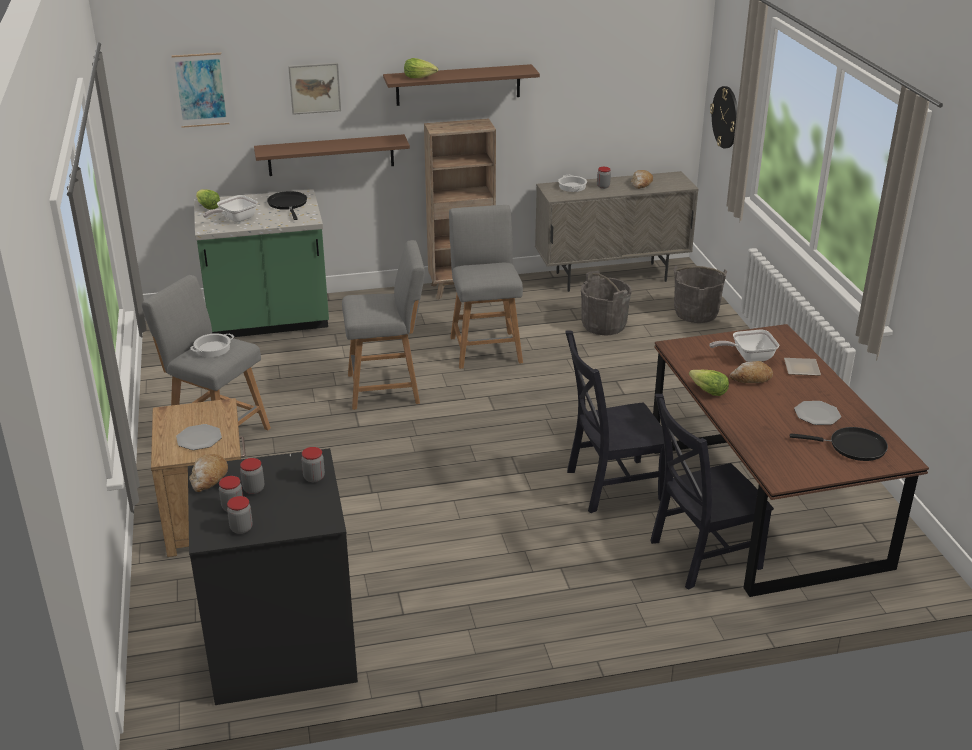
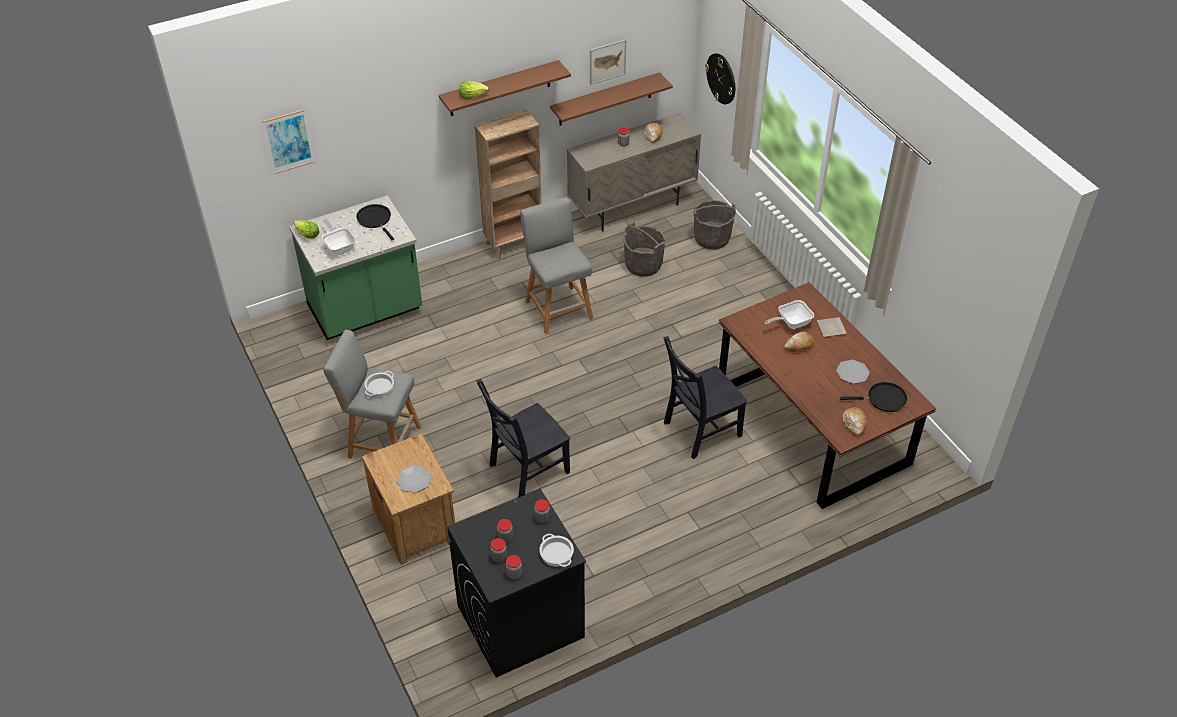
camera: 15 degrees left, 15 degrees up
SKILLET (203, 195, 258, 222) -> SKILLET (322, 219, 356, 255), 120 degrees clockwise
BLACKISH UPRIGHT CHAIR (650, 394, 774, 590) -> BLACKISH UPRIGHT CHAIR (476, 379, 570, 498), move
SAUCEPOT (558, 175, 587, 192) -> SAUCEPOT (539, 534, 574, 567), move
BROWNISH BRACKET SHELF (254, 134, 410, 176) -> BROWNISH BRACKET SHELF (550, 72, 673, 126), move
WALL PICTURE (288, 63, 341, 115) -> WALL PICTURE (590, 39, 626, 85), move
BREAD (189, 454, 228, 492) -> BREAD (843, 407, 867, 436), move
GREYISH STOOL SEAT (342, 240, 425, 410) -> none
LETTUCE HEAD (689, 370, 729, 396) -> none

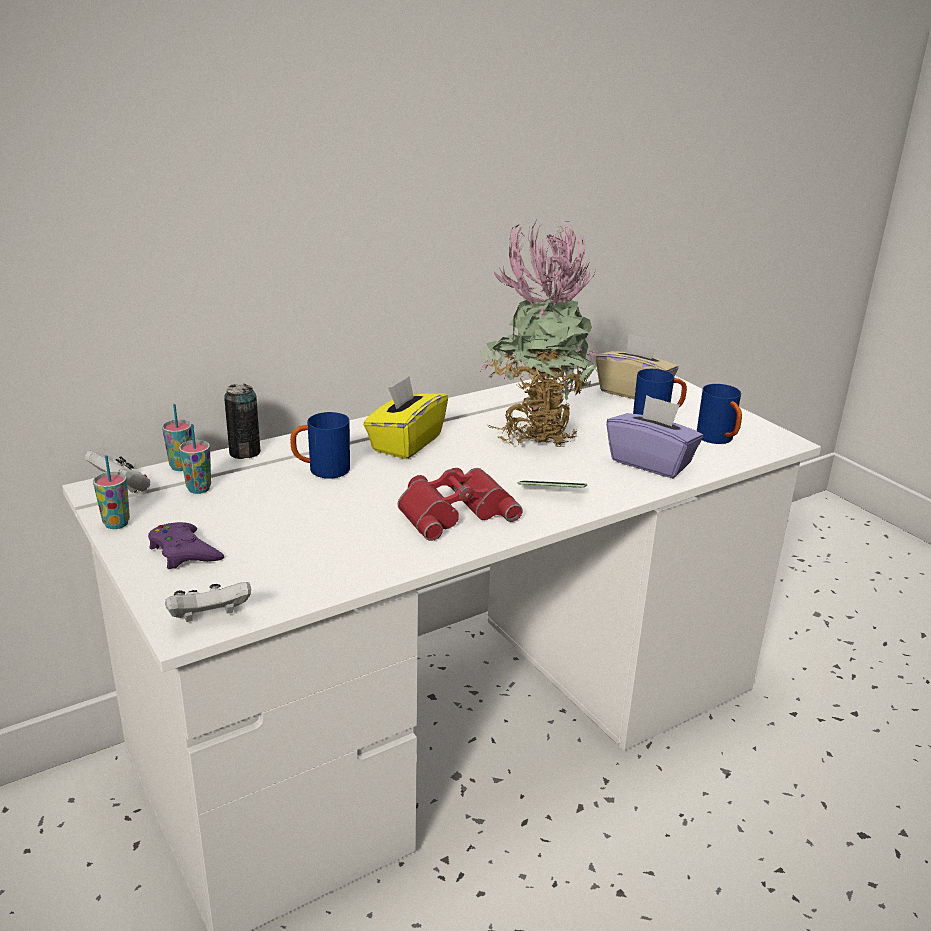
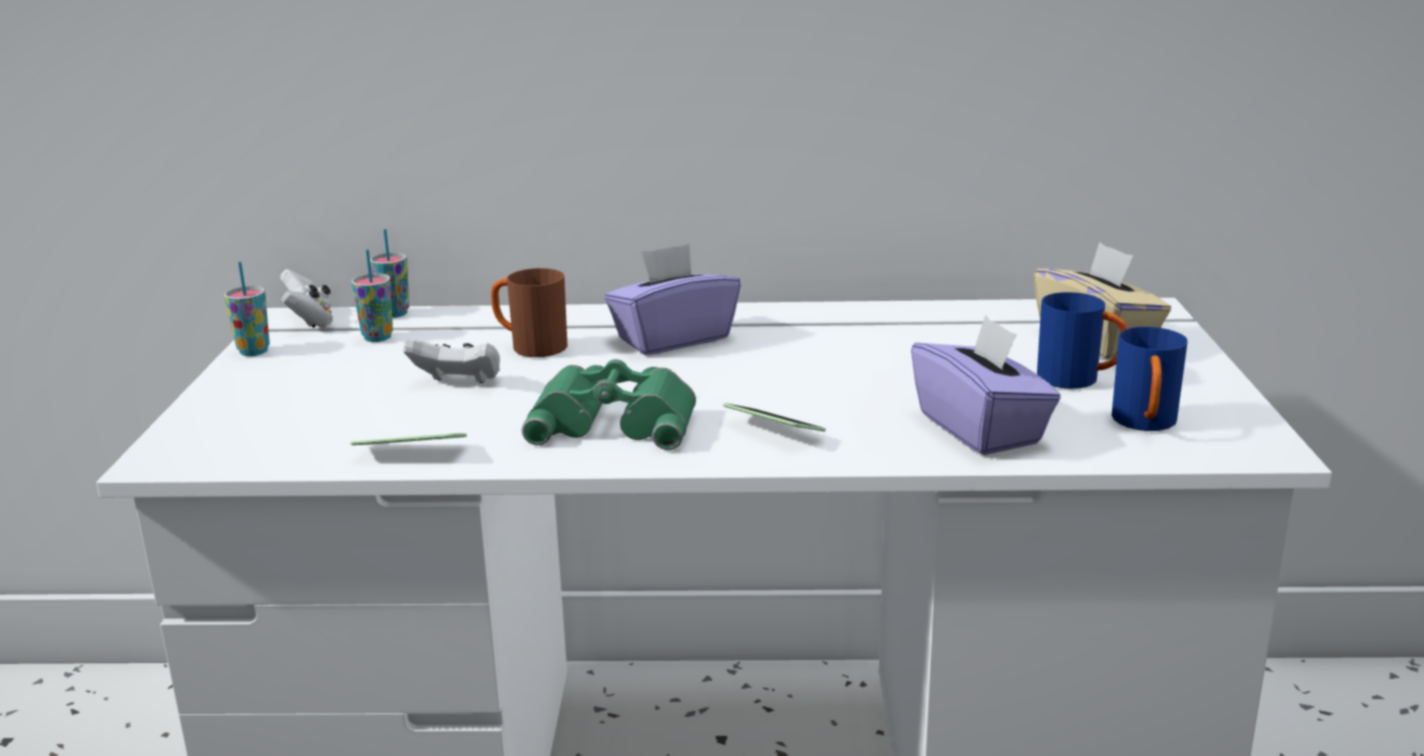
camera: 35 degrees right, 5 degrees down
none -> PHONE (350, 433, 467, 445)
WHITE JOYPAD (165, 582, 251, 622) -> WHITE JOYPAD (404, 339, 500, 383), move
BLUE-COLOURED MUG (290, 412, 350, 479) -> BROWNISH MUG (491, 268, 567, 357)
RED PAIR OF BINOCULARS (398, 468, 522, 541) -> GREENISH PAIR OF BINOCULARS (522, 359, 696, 450)
YELLOWISH TISSUE HOLDER (363, 376, 448, 459) -> PURPLE-COLOURED TISSUE HOLDER (605, 243, 741, 355)
PURPLE-COLOURED JOYPAD (148, 522, 224, 569) -> none
SEALED CAN (224, 384, 261, 459) -> none
POTTED PLANT (480, 221, 599, 447) -> none

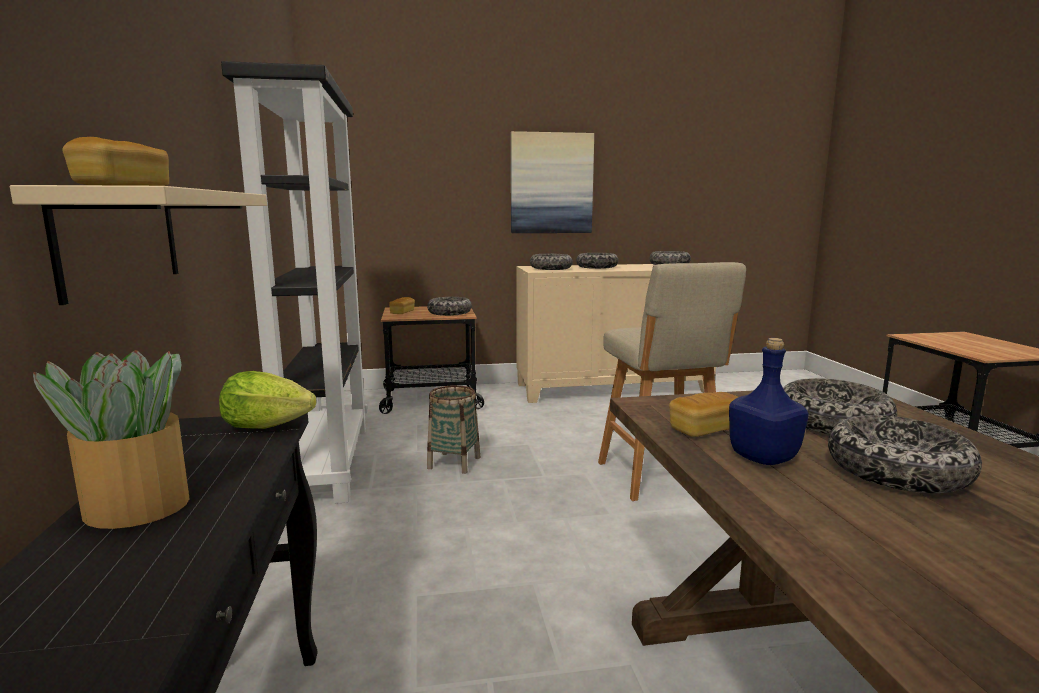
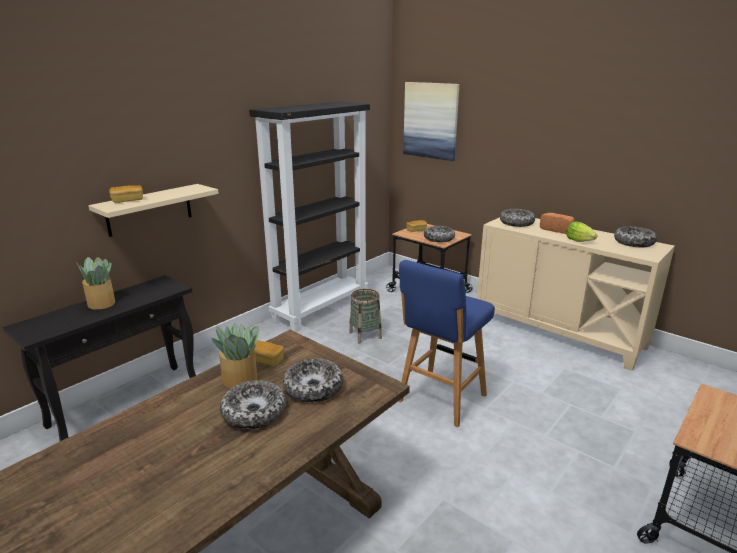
camera: 50 degrees right, 10 degrees up
BLUE-COLOURED DRINK BOTTLE (729, 338, 809, 465) -> POTTED PLANT (212, 323, 259, 388)
BEIGE-COLOURED STOOL SEAT (598, 262, 746, 501) -> BLUE-COLOURED STOOL SEAT (398, 260, 495, 427)
WALL PICTURE (511, 131, 594, 233) -> WALL PICTURE (403, 82, 459, 161), move
SERVING BOWL (576, 253, 618, 269) -> BREAD (540, 213, 575, 234)
LETTUCE HEAD (219, 371, 316, 429) -> LETTUCE HEAD (566, 222, 597, 242), move

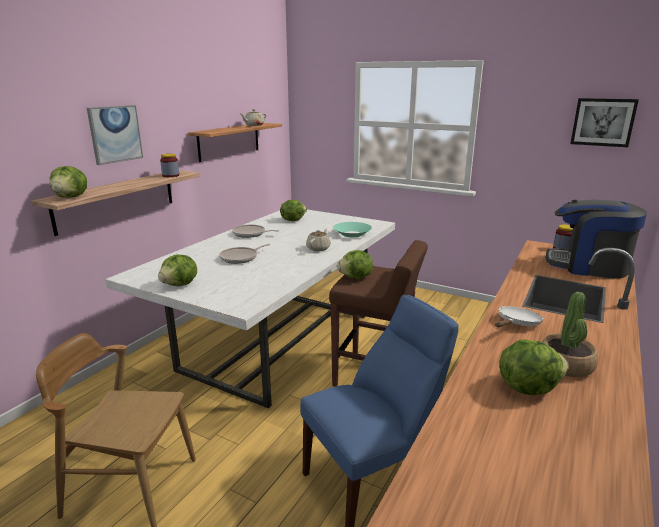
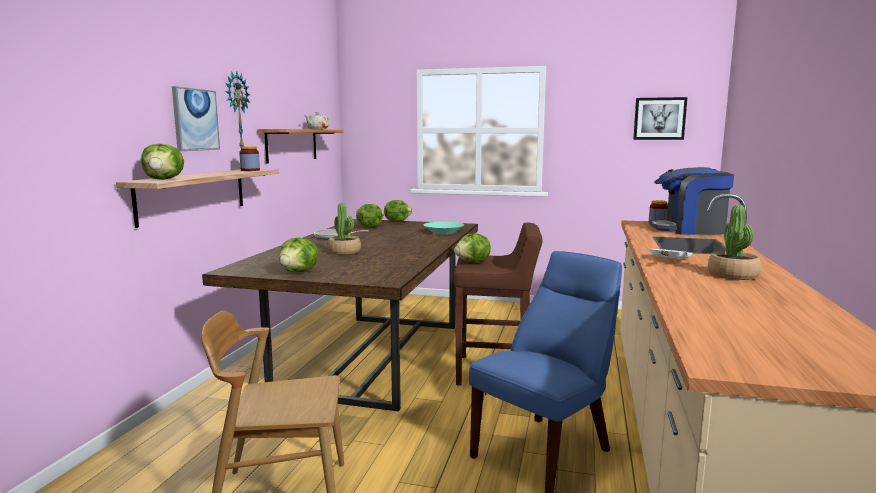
camera: 15 degrees left, 10 degrees down
WHITE DINING TABLE (106, 210, 395, 408) -> BROWNISH DINING TABLE (202, 219, 478, 411)
none -> WALL CLOCK (225, 71, 250, 147)
SKILLET (219, 244, 270, 264) -> POTTED PLANT (327, 203, 361, 255)
LETTUCE HEAD (499, 339, 569, 395) -> LETTUCE HEAD (384, 200, 412, 222), move
BEIGE-COLOURED TEA POT (306, 229, 331, 251) -> none

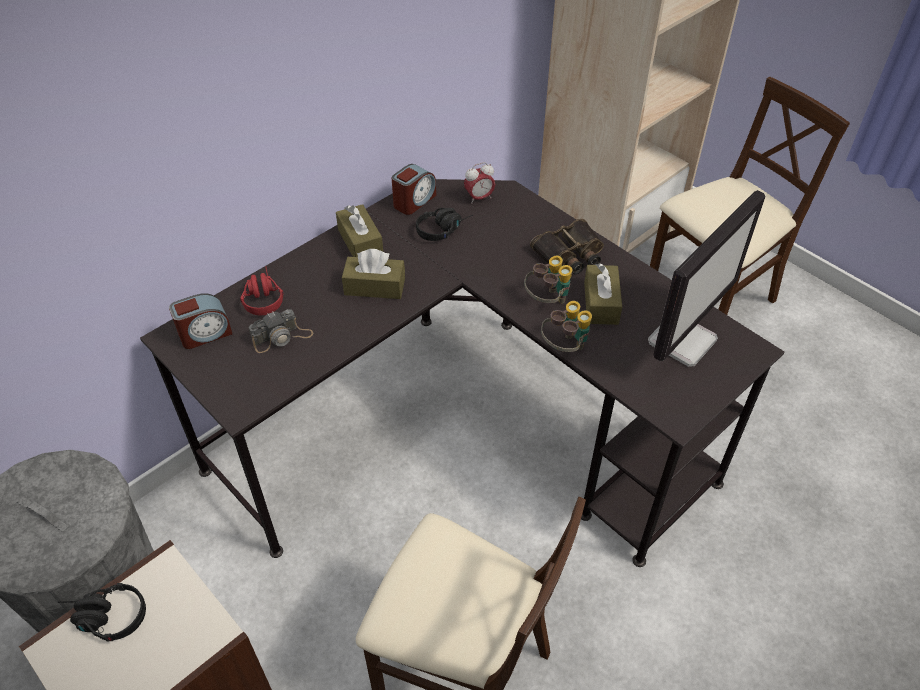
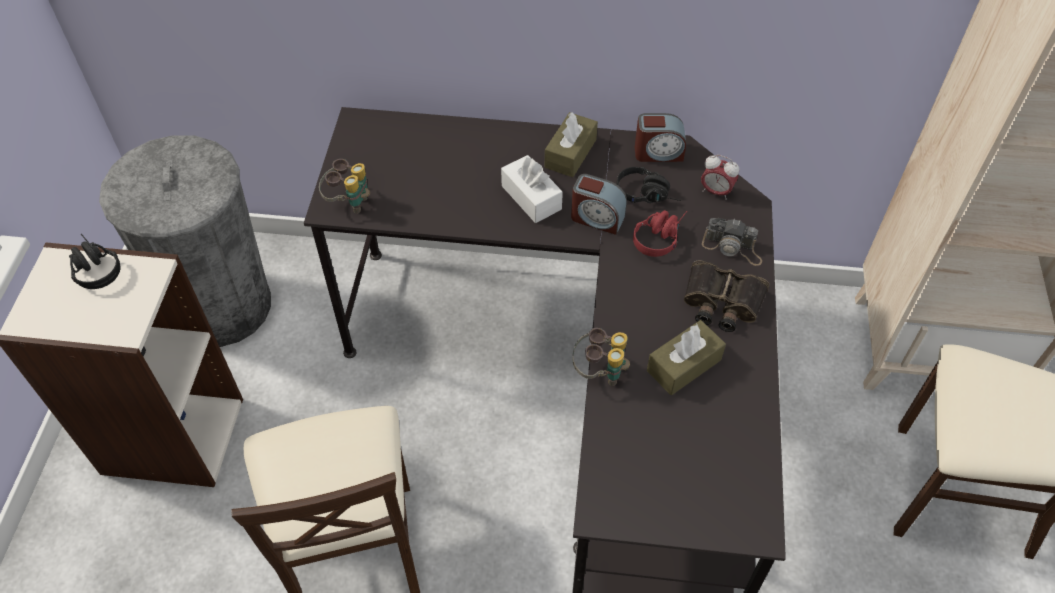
camera: 50 degrees right, 5 degrees up
PAIR OF BINOCULARS (524, 256, 572, 304) -> PAIR OF BINOCULARS (319, 159, 370, 214), move
BROWNISH TISSUE HOLDER (342, 249, 405, 299) -> WHITE TISSUE HOLDER (501, 155, 563, 223)
ALARM CLOCK (169, 293, 233, 349) -> ALARM CLOCK (571, 174, 627, 235), move
RED PAIR OF HEADPHONES (240, 266, 283, 315) -> RED PAIR OF HEADPHONES (633, 210, 687, 257), move
PHOTO CAMERA (248, 309, 313, 353) -> PHOTO CAMERA (702, 218, 762, 266), move
COMPUTER SCREEN (648, 190, 766, 367) -> none

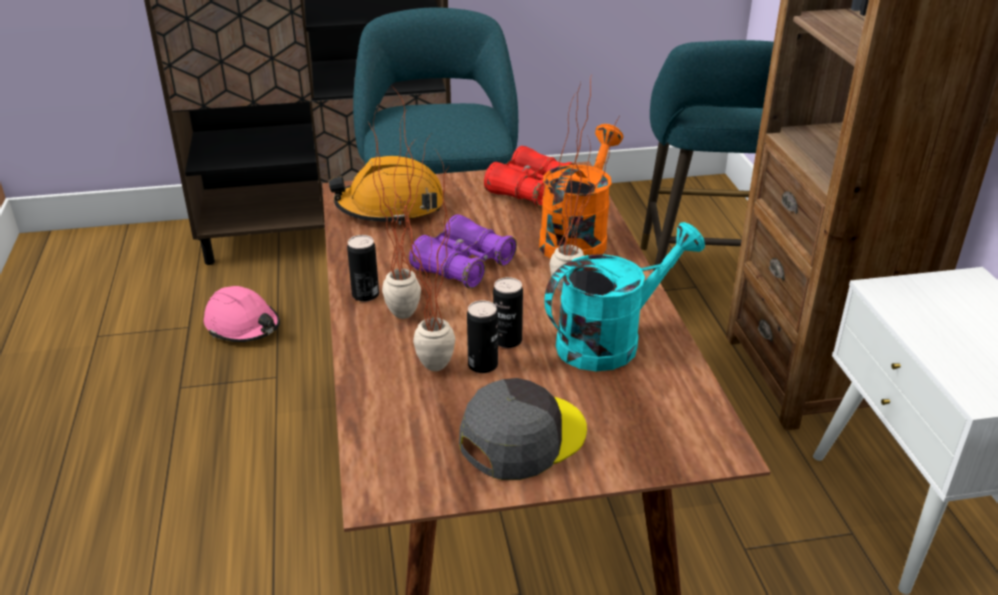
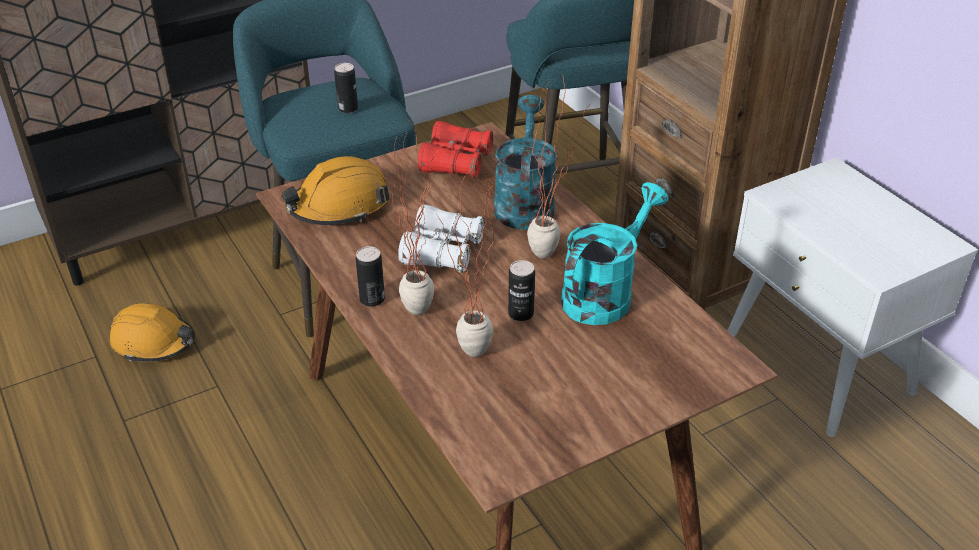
camera: 20 degrees left, 5 degrees up
PINK-COLOURED SAFETY HELMET (204, 286, 280, 342) -> ORANGE-COLOURED SAFETY HELMET (110, 303, 195, 362)
SEALED CAN (467, 300, 498, 373) -> SEALED CAN (334, 63, 358, 113), move
PURPLE-COLOURED PAIR OF BINOCULARS (409, 214, 517, 289) -> WHITE PAIR OF BINOCULARS (398, 204, 485, 273)
ORANGE-COLOURED WATERING CAN (539, 124, 624, 259) -> BLUE-GREEN WATERING CAN (494, 95, 557, 230)
GREYISH PEAKED CAP (459, 378, 587, 480) -> none

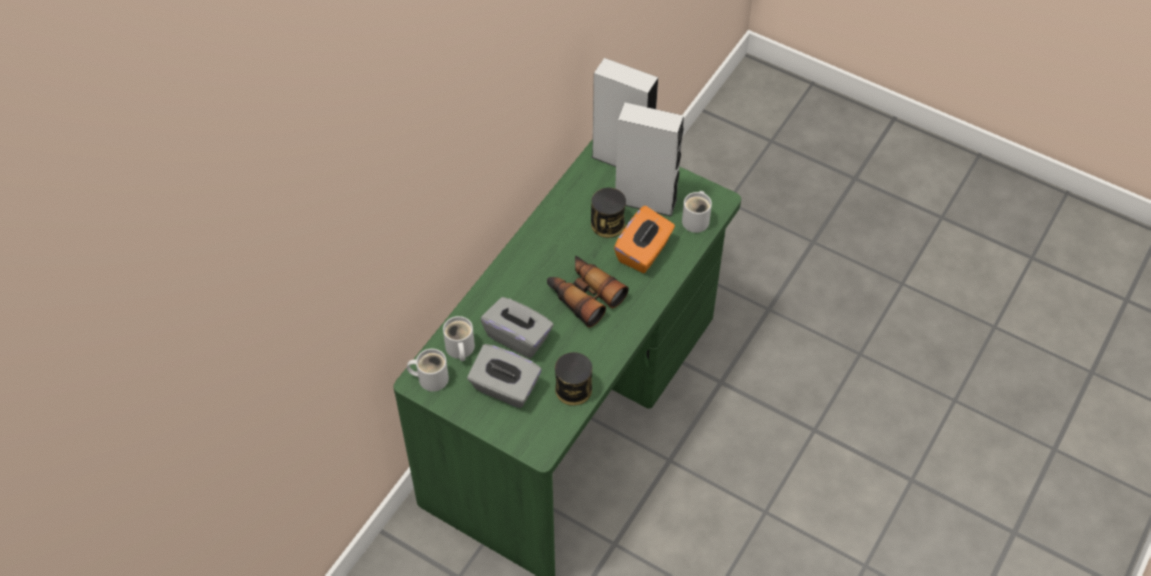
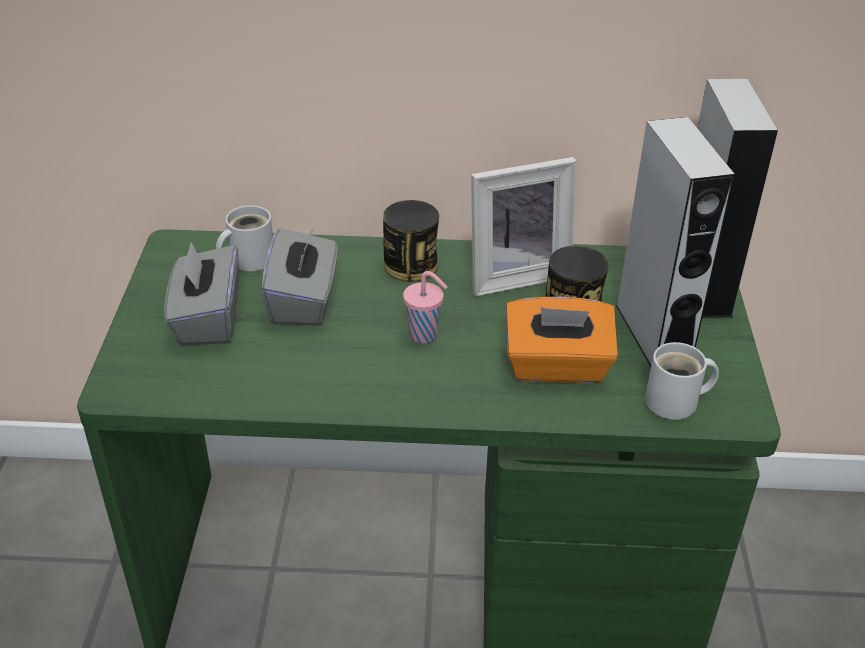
camera: 60 degrees right, 15 degrees down
SEALED CAN (555, 352, 592, 406) -> SEALED CAN (383, 200, 439, 282), move
PAIR OF BINOCULARS (547, 256, 629, 327) -> PINK-COLOURED CUP (403, 271, 447, 344)
none -> STANDING FRAME (471, 157, 576, 296)
WHITE MUG (407, 349, 449, 392) -> none

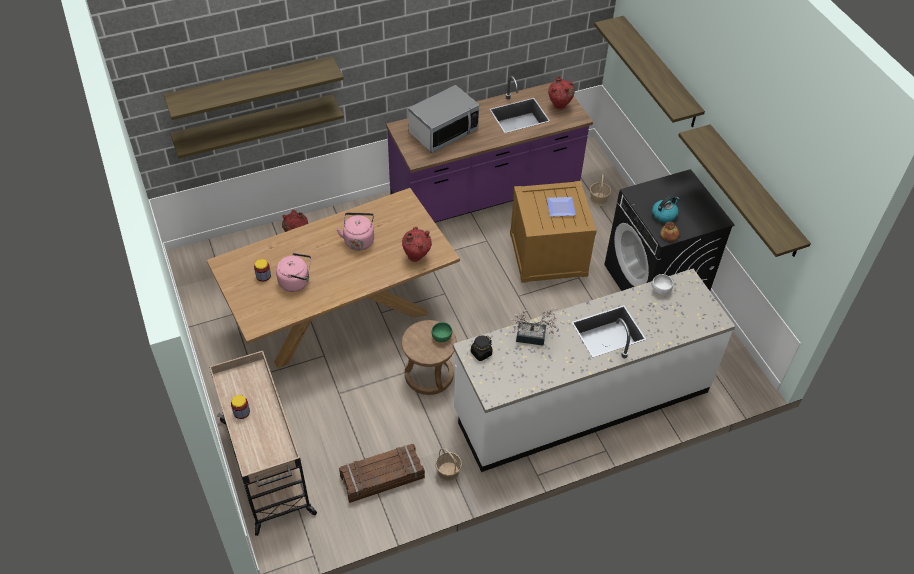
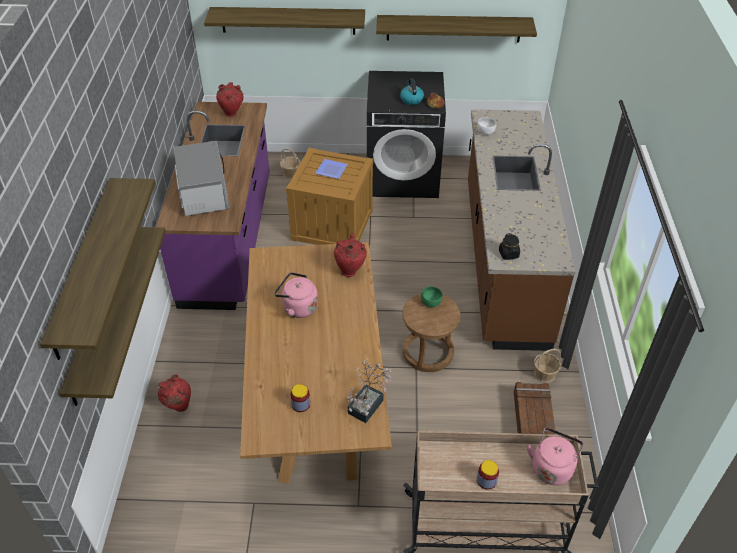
camera: 65 degrees left, 5 degrees down
POTTED PLANT (510, 307, 559, 346) -> POTTED PLANT (347, 359, 393, 423), move
WHITE KITCHEN COUNTER (453, 269, 735, 472) -> BROWNISH KITCHEN COUNTER (468, 109, 575, 351)
PINK-COLOURED TEA KETTLE (276, 252, 311, 292) -> PINK-COLOURED TEA KETTLE (526, 428, 583, 485), move

